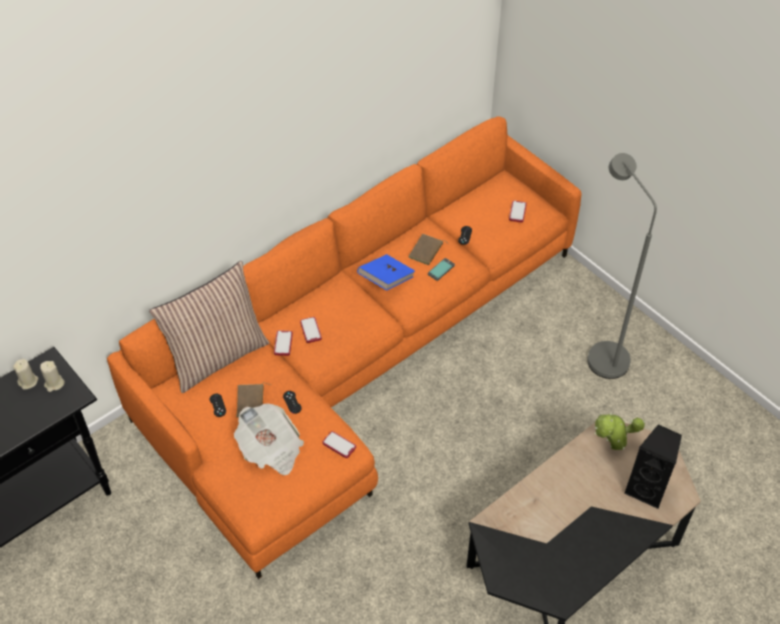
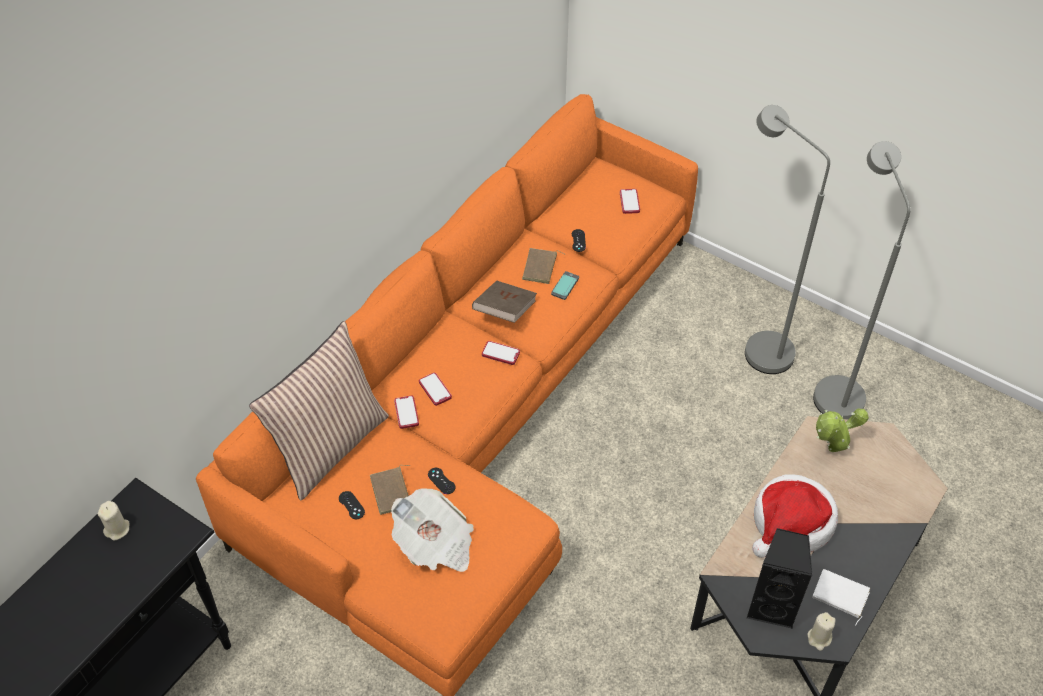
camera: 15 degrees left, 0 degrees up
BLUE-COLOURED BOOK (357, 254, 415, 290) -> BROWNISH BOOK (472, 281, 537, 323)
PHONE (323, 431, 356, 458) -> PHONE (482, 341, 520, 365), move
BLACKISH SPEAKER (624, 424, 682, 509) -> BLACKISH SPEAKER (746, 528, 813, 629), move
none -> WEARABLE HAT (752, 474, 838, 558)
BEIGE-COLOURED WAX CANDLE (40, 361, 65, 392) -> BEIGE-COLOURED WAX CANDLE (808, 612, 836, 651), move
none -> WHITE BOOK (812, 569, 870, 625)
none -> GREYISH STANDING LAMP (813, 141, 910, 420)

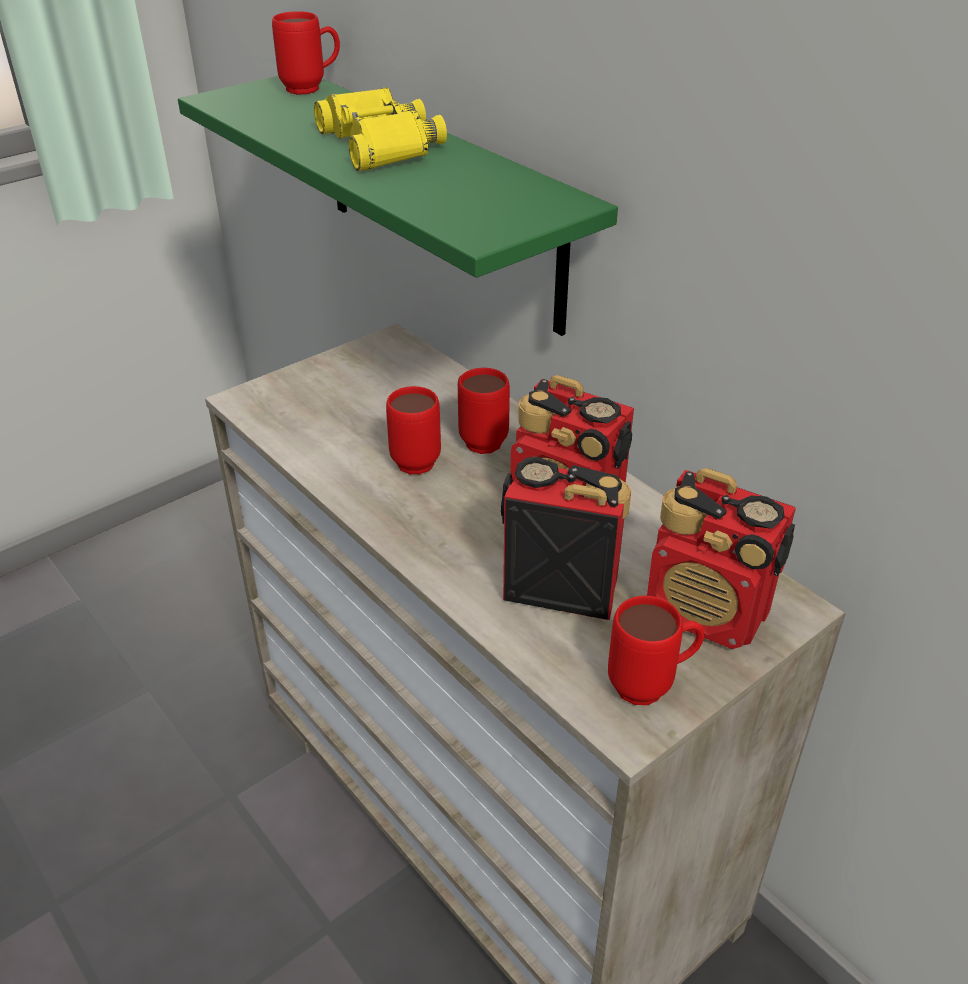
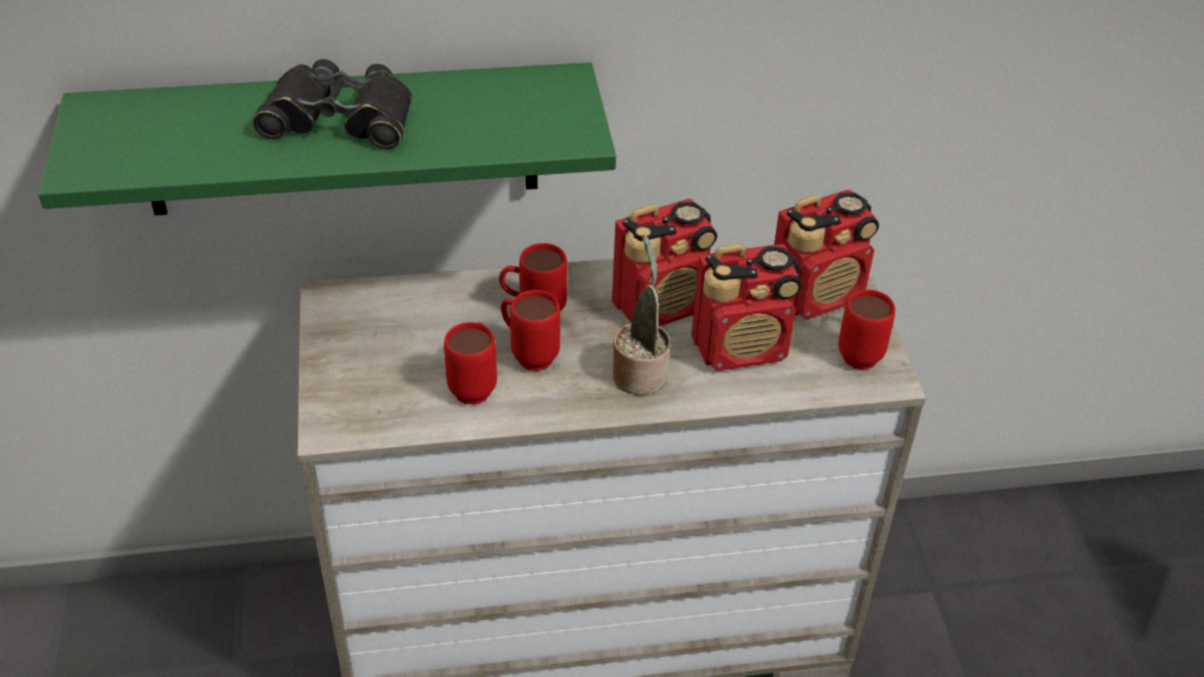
camera: 60 degrees left, 5 degrees up
YELLOWISH PAIR OF BINOCULARS (314, 87, 447, 171) -> BLACKISH PAIR OF BINOCULARS (253, 59, 412, 150)
RED MUG (272, 11, 340, 94) -> RED MUG (444, 322, 497, 405), move
none -> POTTED PLANT (613, 234, 670, 395)
RADIO SET (501, 457, 631, 620) -> RADIO SET (691, 244, 802, 371), 150 degrees counterclockwise

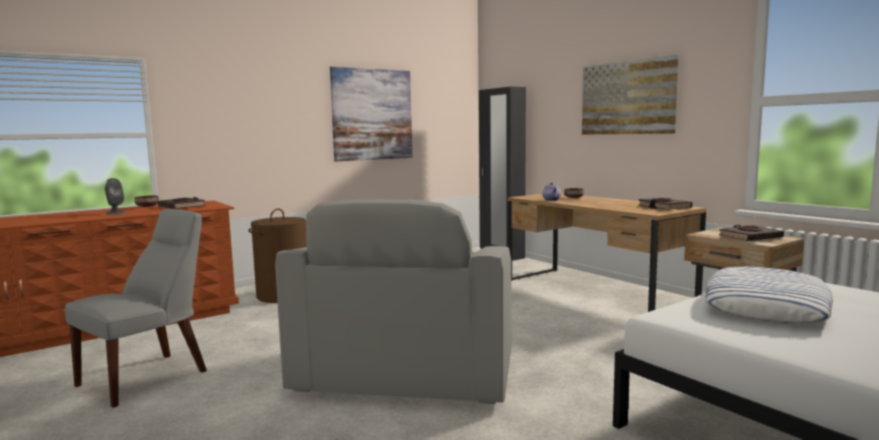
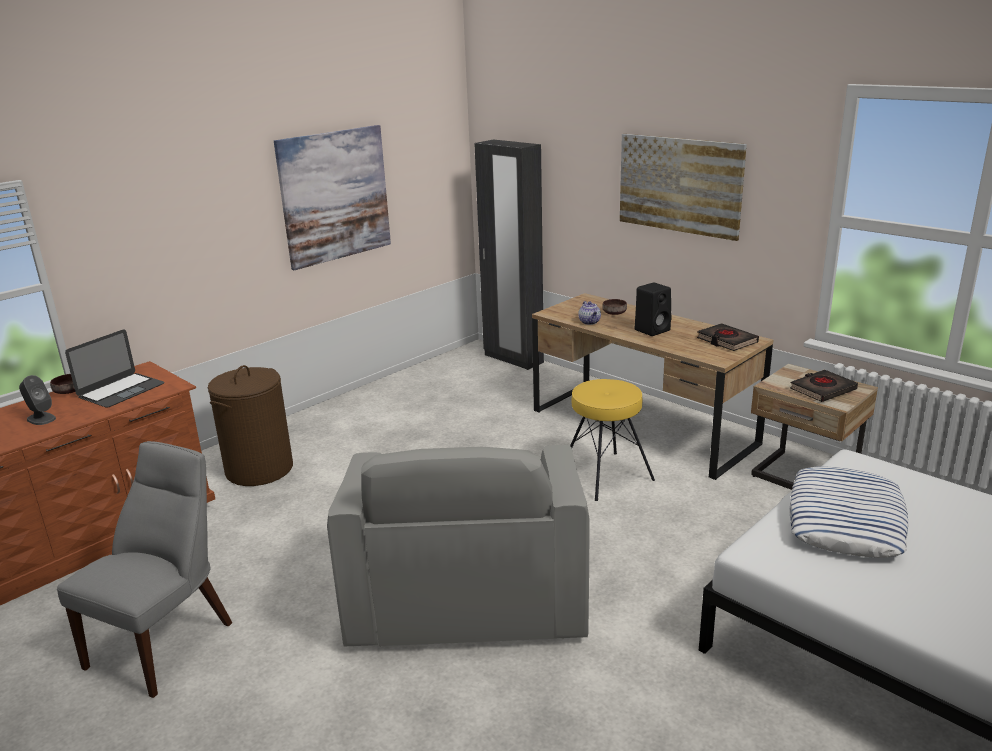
camera: 10 degrees left, 15 degrees up
BLACKISH BOOK (158, 197, 205, 209) -> PORTABLE COMPUTER (65, 329, 164, 408)
none -> YELLOWISH STOOL SEAT (570, 379, 655, 501)
none -> BLACKISH SPEAKER (635, 283, 672, 336)

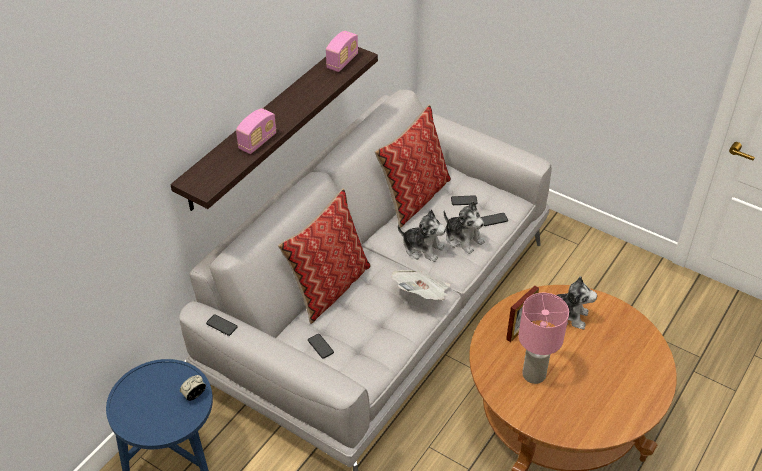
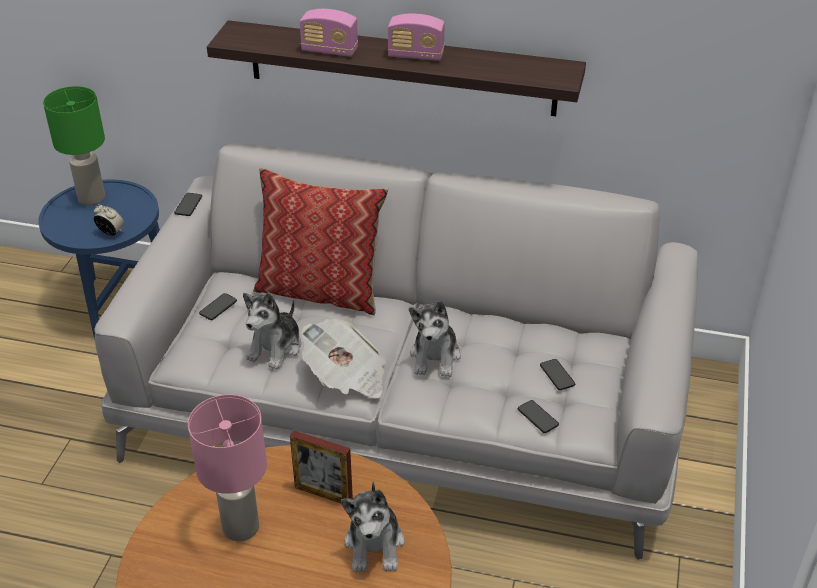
camera: 70 degrees right, 5 degrees down
none -> GREENISH TABLETOP LAMP (43, 86, 105, 205)
PLUSH TOY (444, 201, 485, 254) -> PLUSH TOY (243, 293, 301, 370), move
RADIO SET (326, 31, 358, 72) -> RADIO SET (388, 13, 445, 61), move
THROW PILLOW (375, 104, 451, 228) -> none

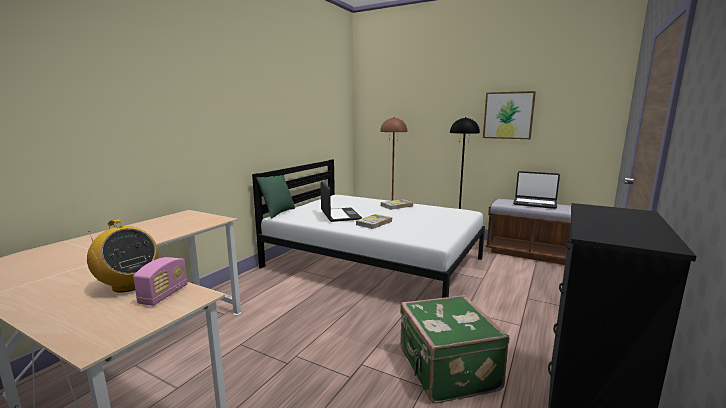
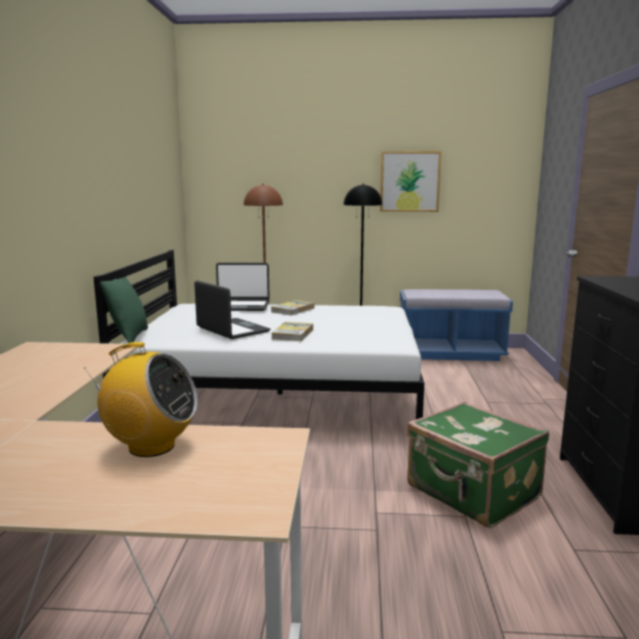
camera: 25 degrees left, 0 degrees up
PORTABLE COMPUTER (513, 171, 560, 209) -> PORTABLE COMPUTER (216, 263, 270, 311), move
BROWNISH INDOOR BENCH (486, 199, 571, 265) -> BLUE-COLOURED INDOOR BENCH (400, 289, 513, 361)
RADIO SET (133, 257, 188, 306) -> none

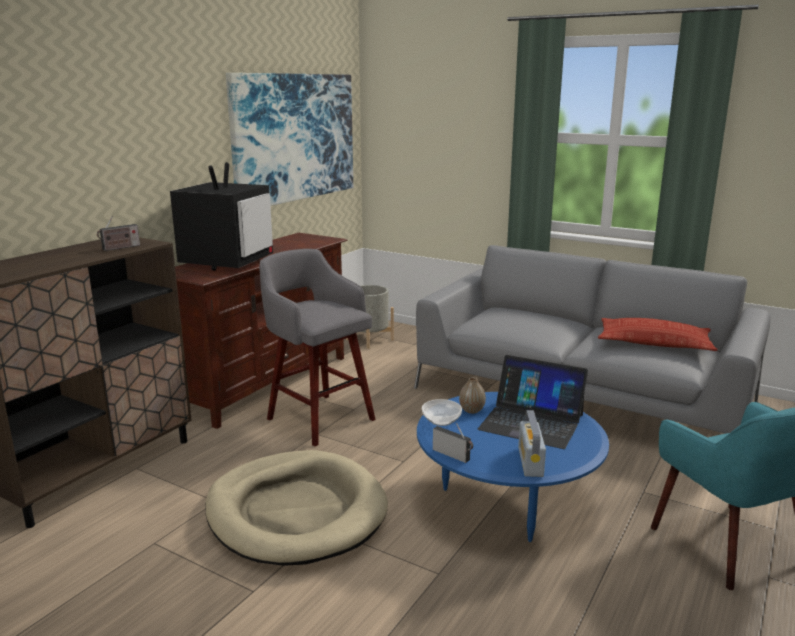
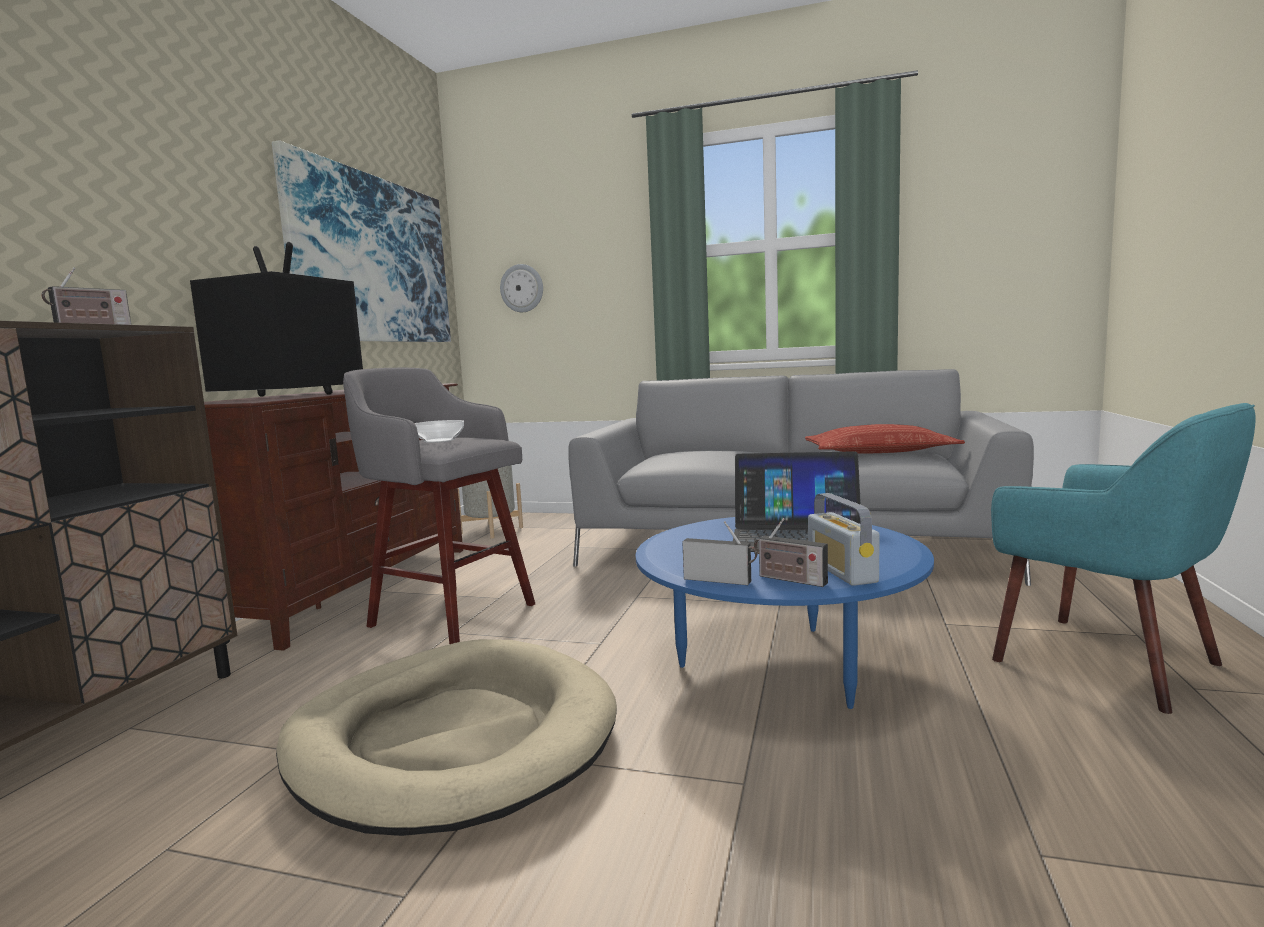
camera: 15 degrees left, 10 degrees down
TV SET (170, 162, 273, 271) -> TV SET (190, 242, 363, 397), 75 degrees counterclockwise
SERVING BOWL (422, 399, 462, 426) -> SERVING BOWL (414, 420, 464, 443), move
none -> WALL CLOCK (500, 264, 543, 312)
none -> RADIO SET (754, 518, 828, 587)
FLOWER VASE (459, 377, 486, 414) -> none

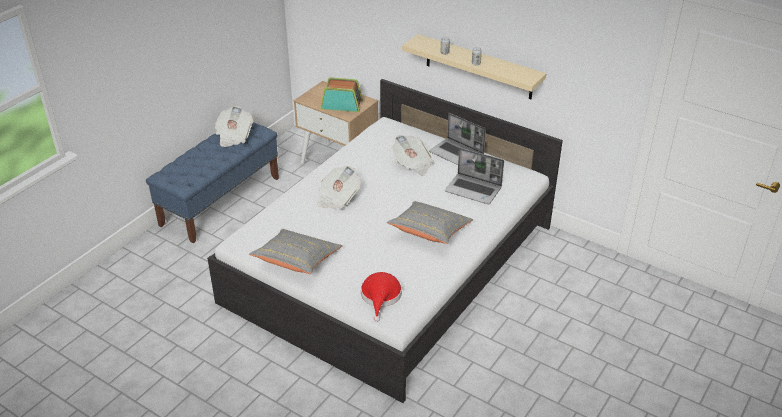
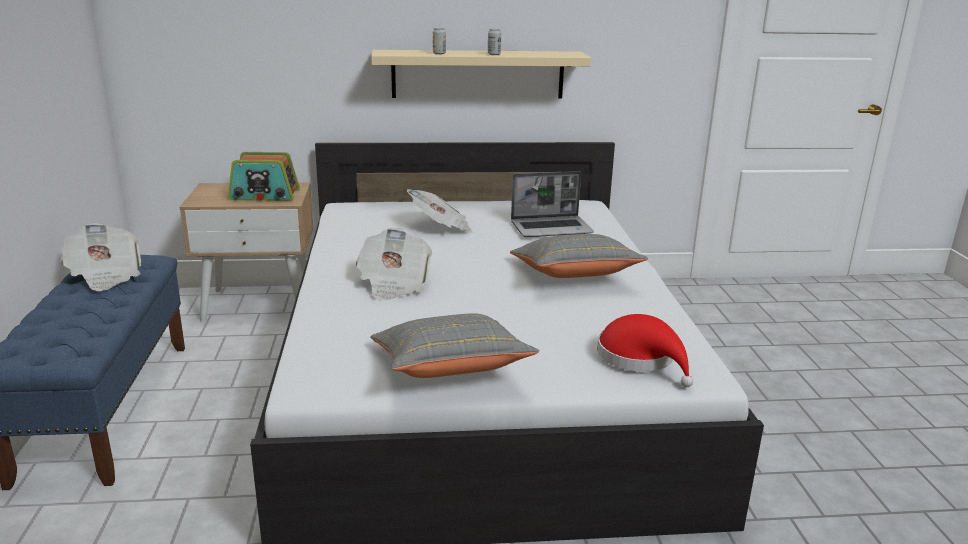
camera: 40 degrees left, 15 degrees down
RADIO SET (320, 78, 363, 112) -> RADIO SET (228, 152, 300, 201), 150 degrees counterclockwise
PORTABLE COMPUTER (429, 113, 486, 165) -> none

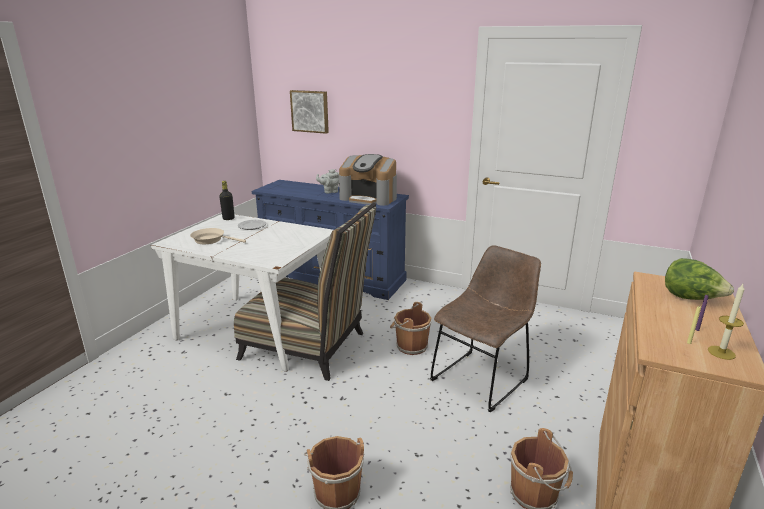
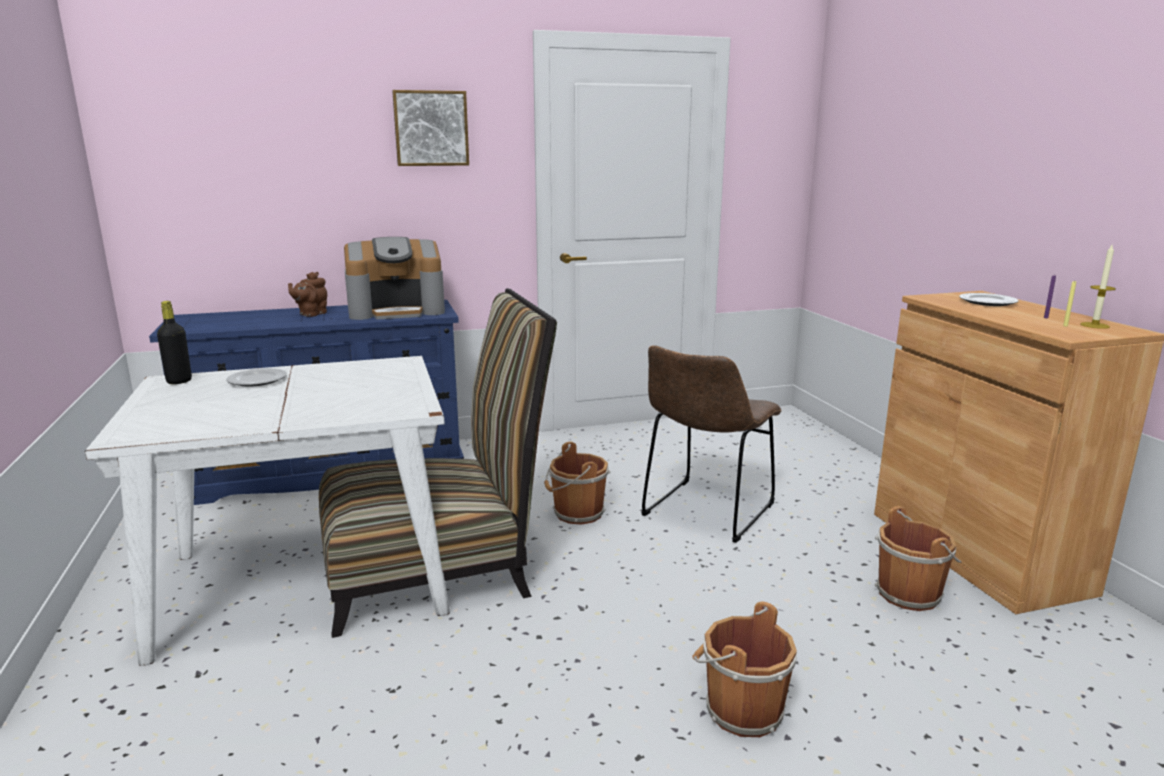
camera: 40 degrees left, 5 degrees down
GREYISH TEA POT (316, 169, 339, 193) -> BROWNISH TEA POT (288, 272, 327, 317)
WALL PICTURE (290, 90, 329, 134) -> WALL PICTURE (392, 90, 469, 166), move
BROWNISH UPRIGHT CHAIR (430, 245, 541, 413) -> BROWNISH UPRIGHT CHAIR (641, 345, 782, 543), 150 degrees counterclockwise
LETTUCE HEAD (665, 258, 734, 300) -> PLATE (959, 293, 1019, 306)
BEIGE-COLOURED SKILLET (190, 228, 246, 244) -> none

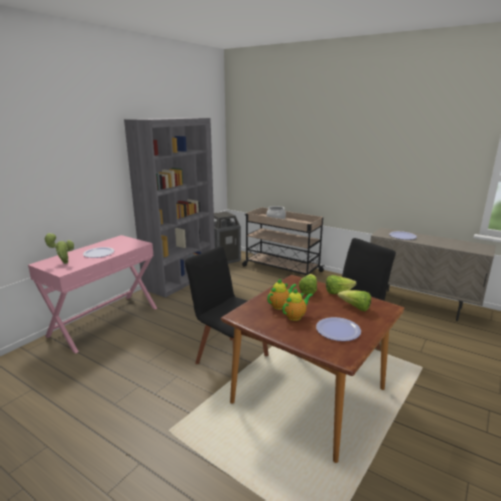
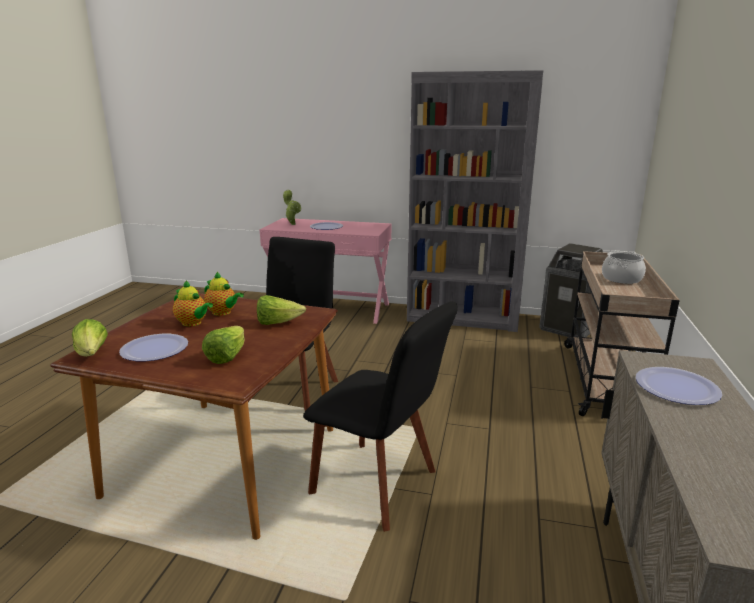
camera: 70 degrees right, 0 degrees up
LETTUCE HEAD (326, 275, 357, 294) -> LETTUCE HEAD (72, 319, 108, 357), move

